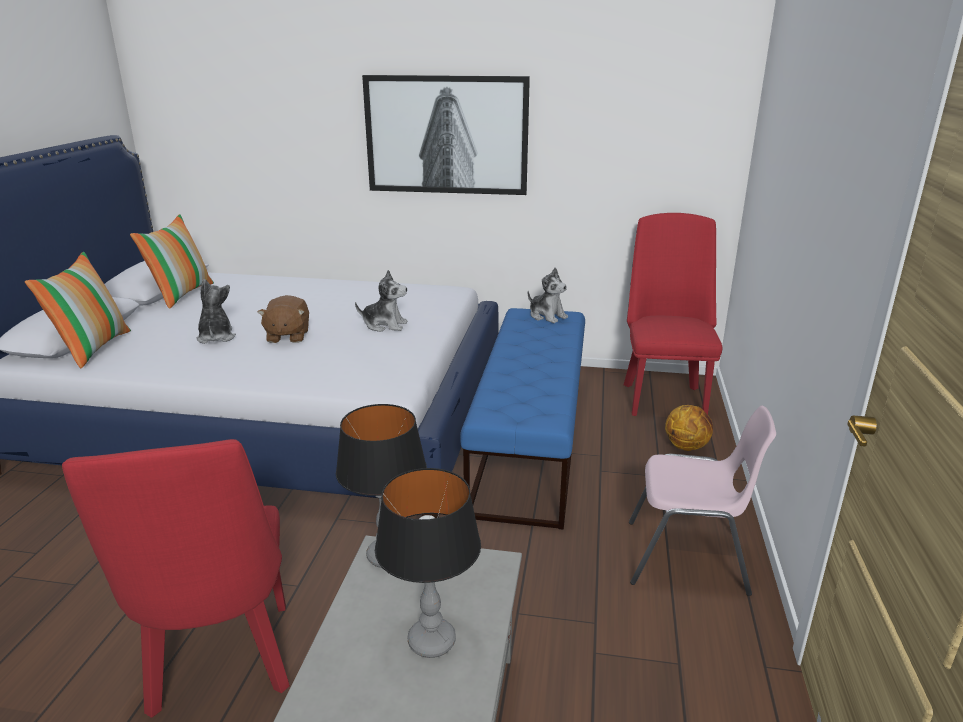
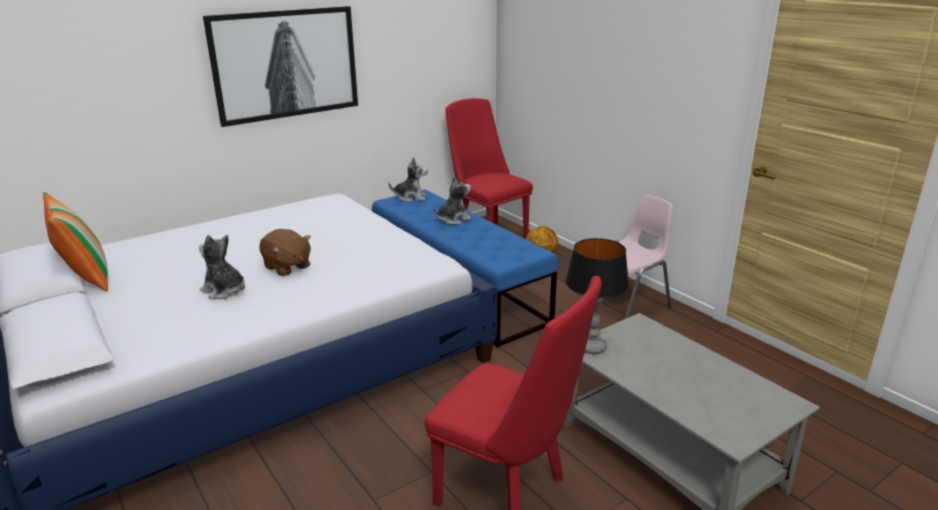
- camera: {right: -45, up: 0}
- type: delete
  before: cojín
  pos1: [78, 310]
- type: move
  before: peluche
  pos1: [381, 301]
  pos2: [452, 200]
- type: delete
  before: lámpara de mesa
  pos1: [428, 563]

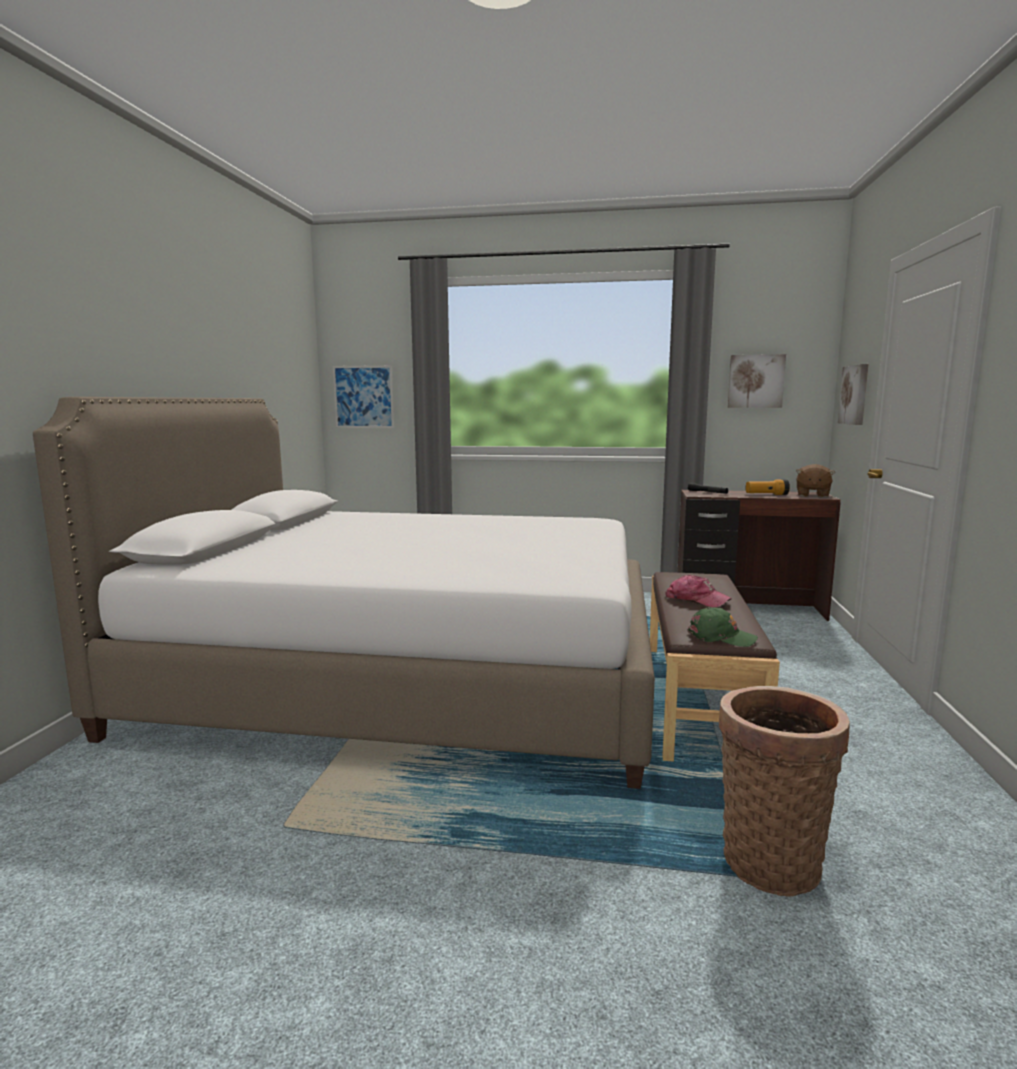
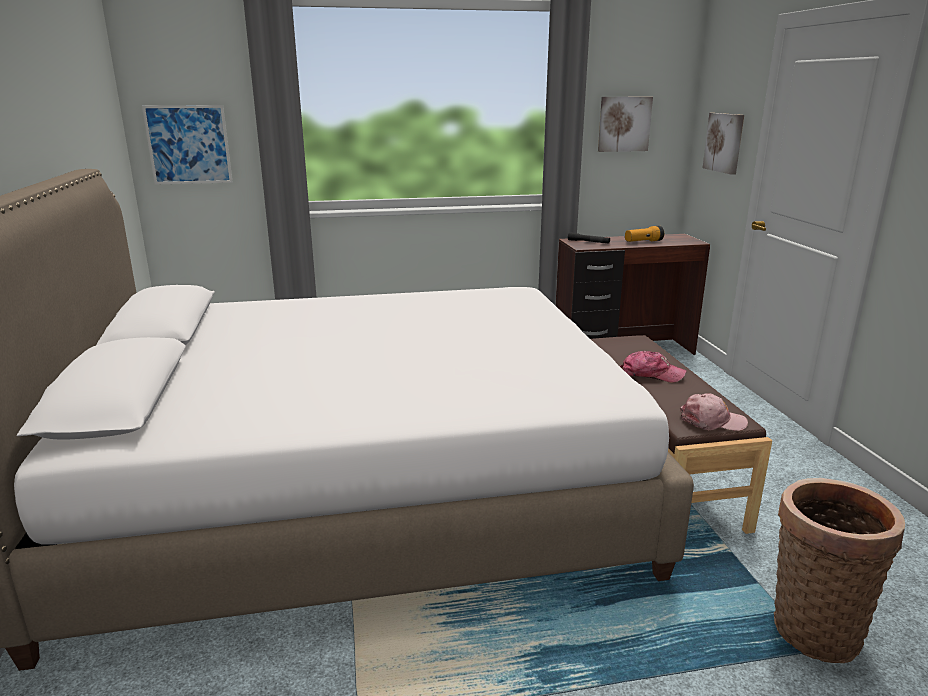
- camera: {right: -20, up: 10}
- type: delete
  before: peluche/marrón
  pos1: [815, 481]
- type: recolor
  before: gorra/verde
  after: gorra/rosa
  pos1: [722, 627]
  pos2: [714, 412]

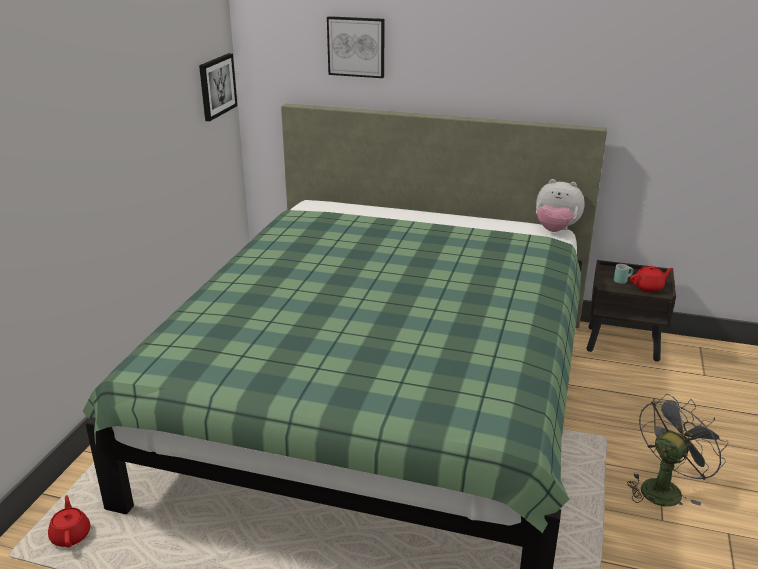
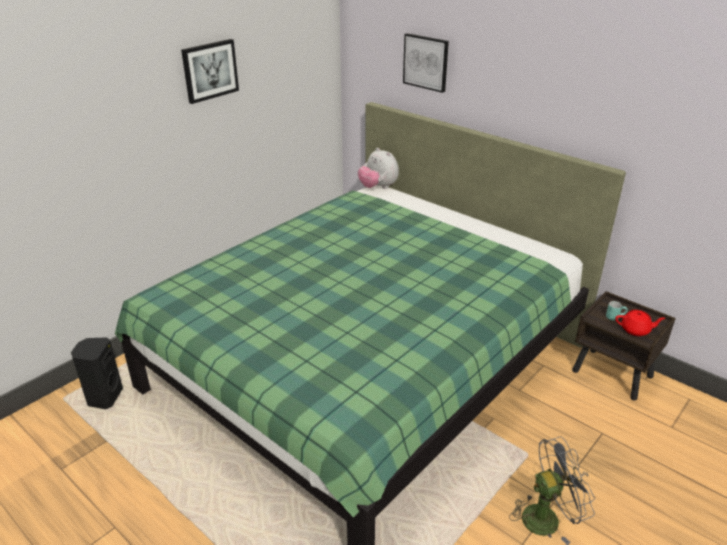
- camera: {right: 25, up: 5}
- type: move
  before: cuadro
  pos1: [218, 87]
  pos2: [210, 71]
- type: move
  before: peluche
  pos1: [560, 205]
  pos2: [378, 168]
- type: replace
  before: tetera/rojo
  after: altavoz/negro
  pos1: [69, 521]
  pos2: [97, 373]

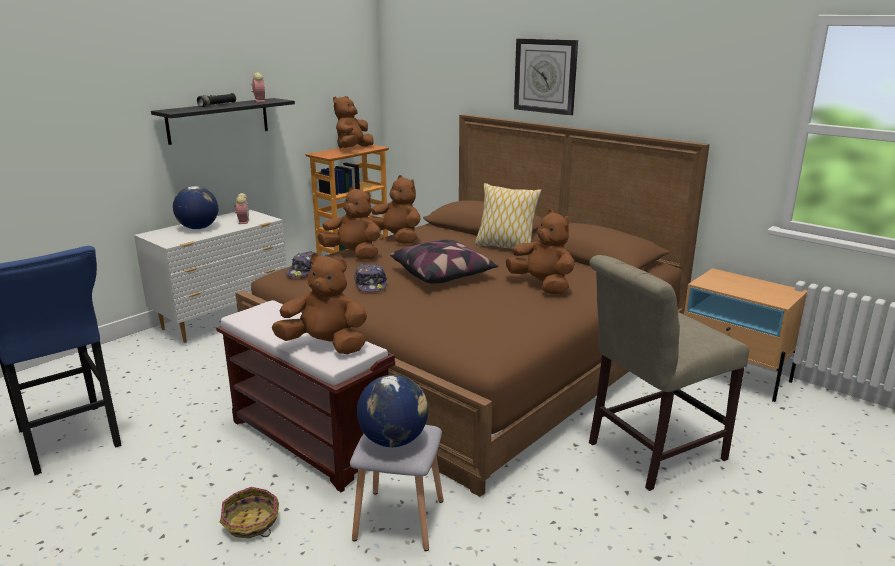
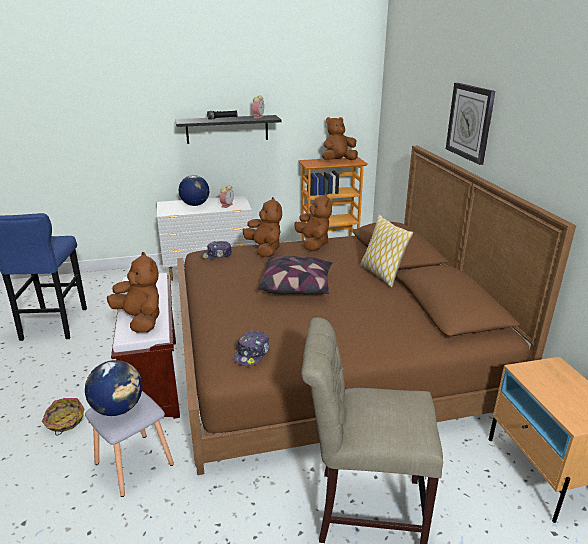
- camera: {right: 35, up: 5}
- type: delete
  before: peluche/marrón
  pos1: [540, 251]
- type: move
  before: gorra
  pos1: [370, 278]
  pos2: [251, 348]

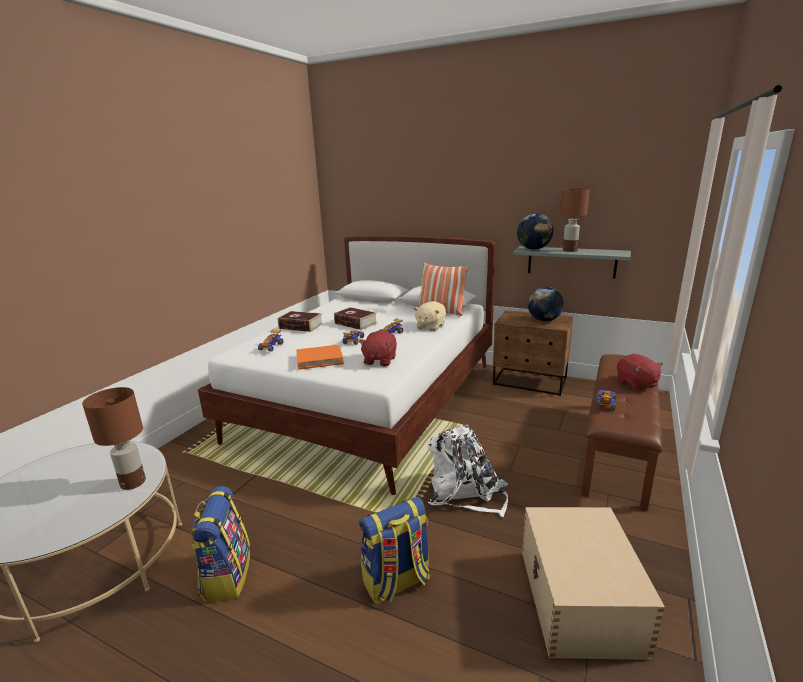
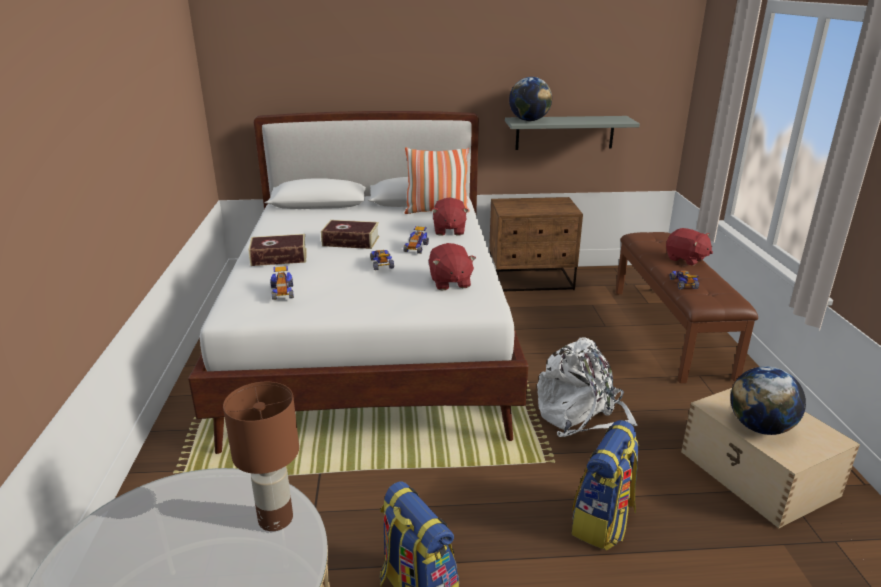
- camera: {right: -30, up: 5}
- type: delete
  before: lámpara de mesa/marrón
  pos1: [575, 220]
- type: move
  before: globo terráqueo
  pos1: [546, 304]
  pos2: [768, 400]
- type: recolor
  before: peluche/beis
  after: peluche/rojo
  pos1: [429, 316]
  pos2: [450, 216]
- type: delete
  before: libro/naranja
  pos1: [320, 357]

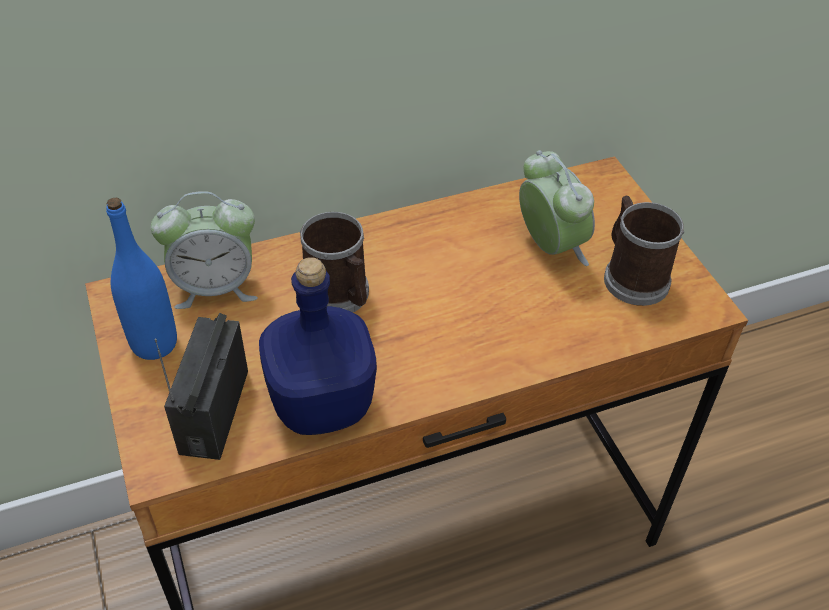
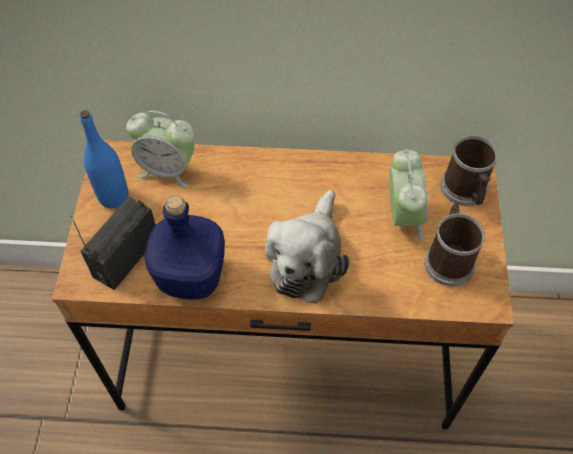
- camera: {right: 25, up: 10}
- type: move
  before: taza grande
  pos1: [334, 262]
  pos2: [469, 170]
- type: insert
  after: peluche
  pos2: [307, 247]

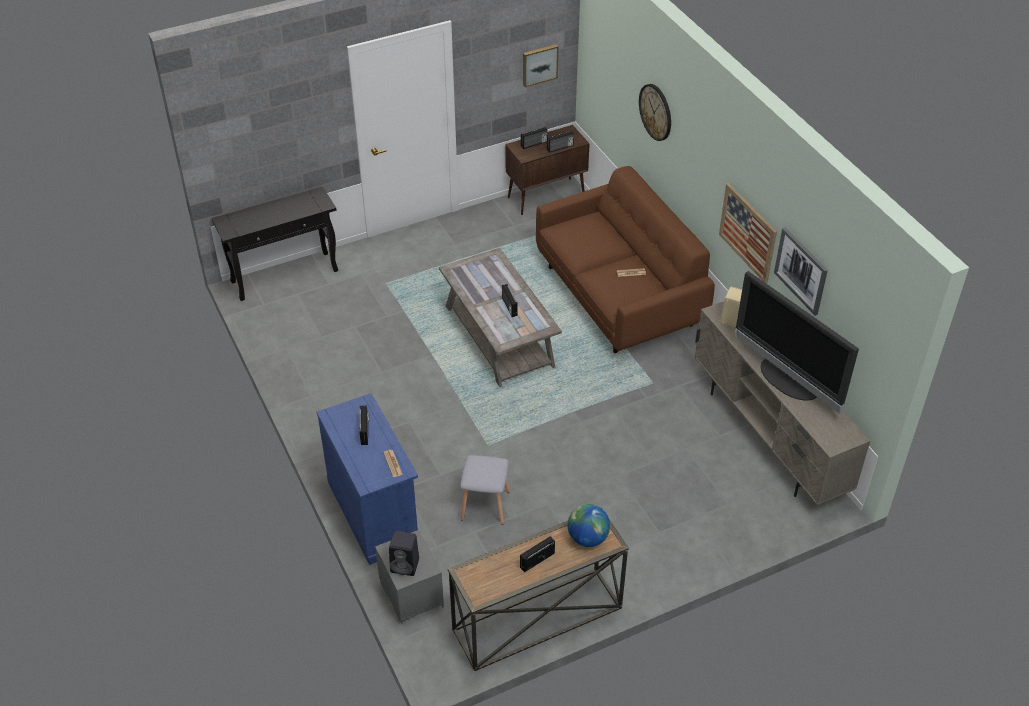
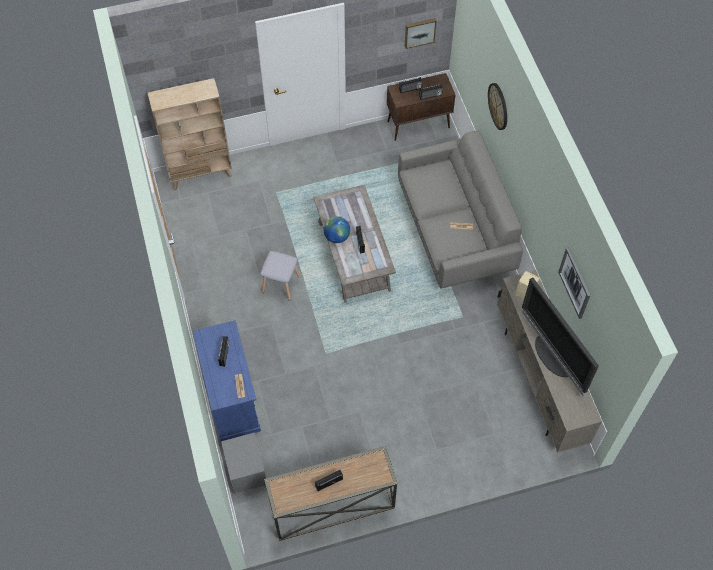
- camera: {right: 10, up: 15}
- type: recolor
  before: sofá/marrón
  after: sofá/gris
  pos1: [625, 259]
  pos2: [460, 210]
- type: delete
  before: cuadro
  pos1: [748, 233]
- type: replace
  before: mesa consola/negro
  after: estantería/beis
  pos1: [275, 243]
  pos2: [189, 134]
- type: move
  before: taburete/gris
  pos1: [485, 490]
  pos2: [280, 276]
- type: move
  before: globo terráqueo
  pos1: [589, 525]
  pos2: [337, 229]
- type: delete
  before: altavoz/negro
  pos1: [404, 553]

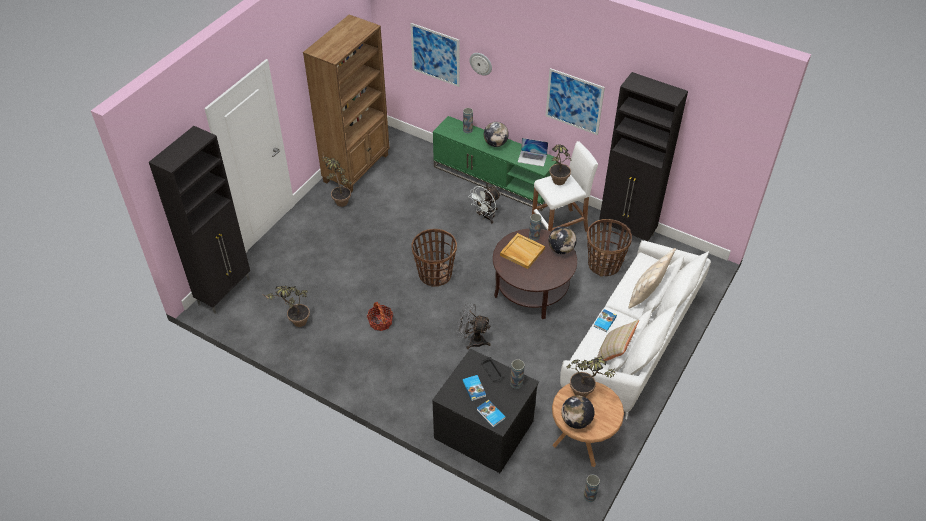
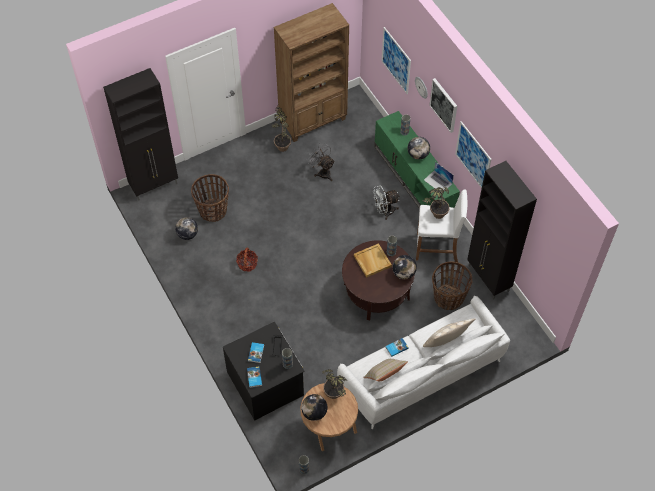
- camera: {right: 30, up: 10}
- type: move
  before: cesta
  pos1: [434, 258]
  pos2: [210, 198]
- type: replace
  before: planta en maceta
  after: globo terráqueo
  pos1: [285, 306]
  pos2: [186, 228]
- type: move
  before: ventilador/gris
  pos1: [473, 326]
  pos2: [321, 162]
- type: insert
  after: cuadro
  pos2: [443, 105]

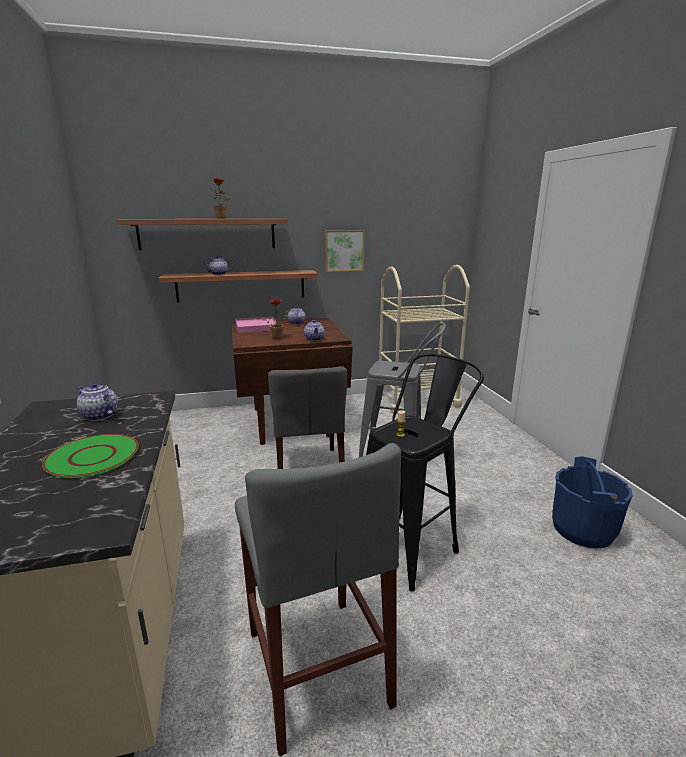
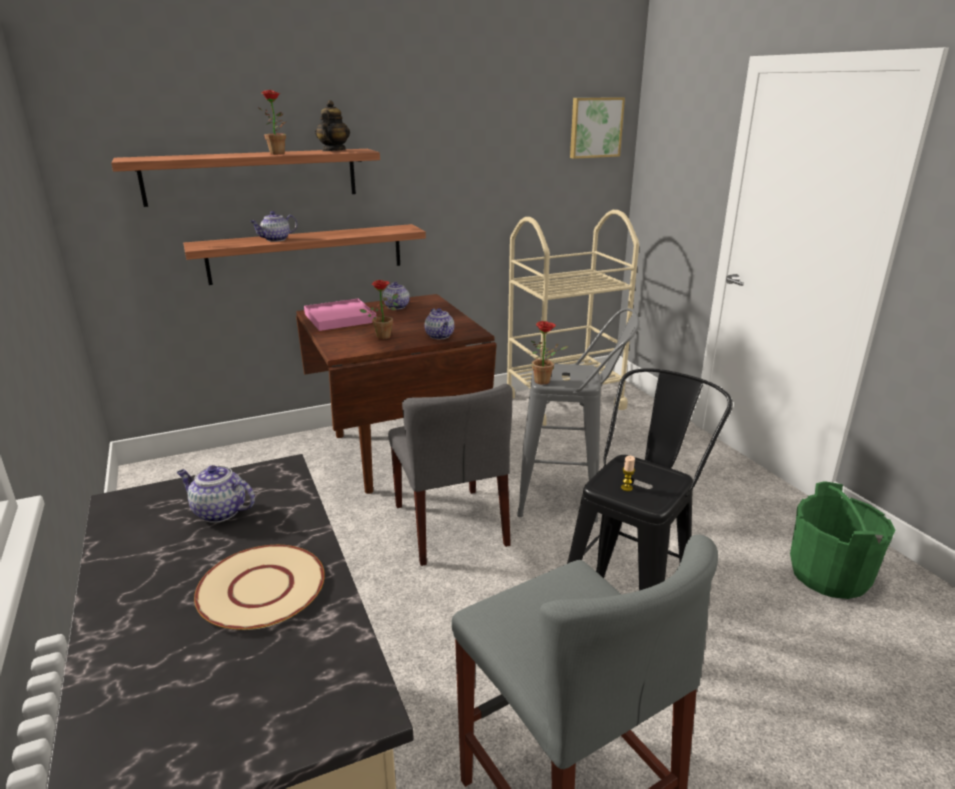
- camera: {right: -10, up: 5}
- type: move
  before: cuadro
  pos1: [345, 251]
  pos2: [597, 128]
- type: recolor
  before: plato/verde
  after: plato/beis
  pos1: [90, 456]
  pos2: [259, 587]
- type: recolor
  before: cubo/azul
  after: cubo/verde
  pos1: [592, 502]
  pos2: [842, 540]
- type: insert
  after: tetera
  pos2: [332, 125]
- type: insert
  after: planta en maceta
  pos2: [549, 353]

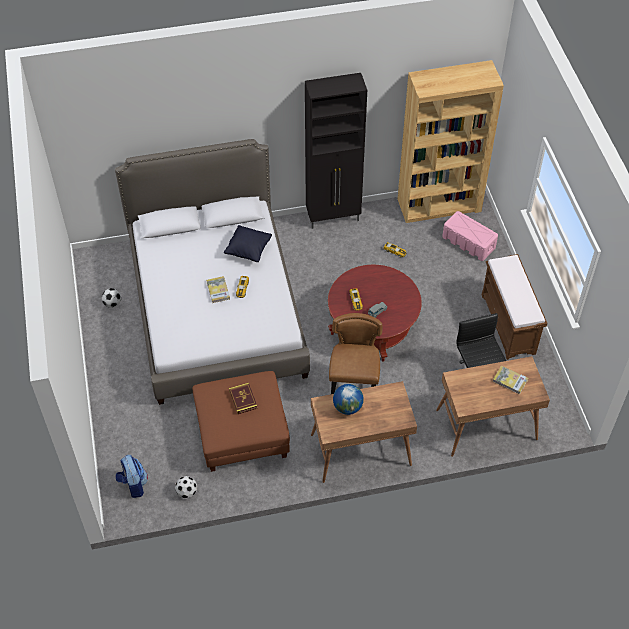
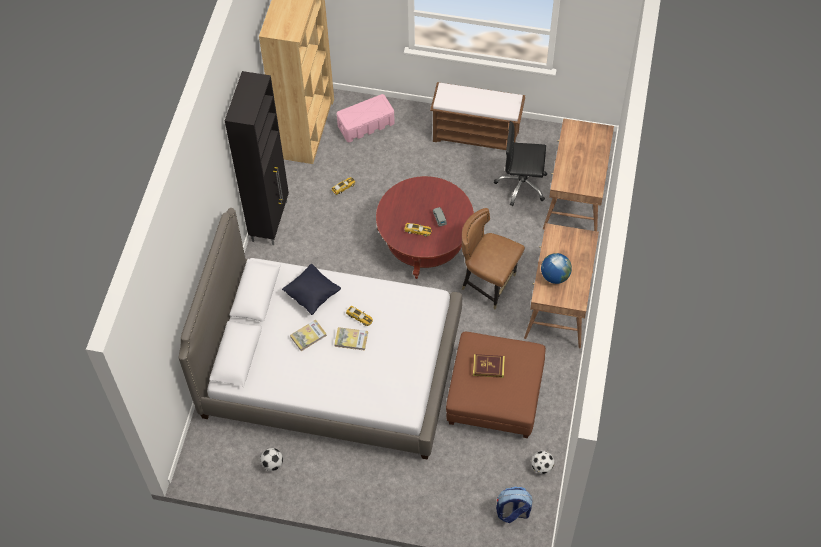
- camera: {right: -65, up: 5}
- type: move
  before: libro
  pos1: [510, 380]
  pos2: [308, 335]

